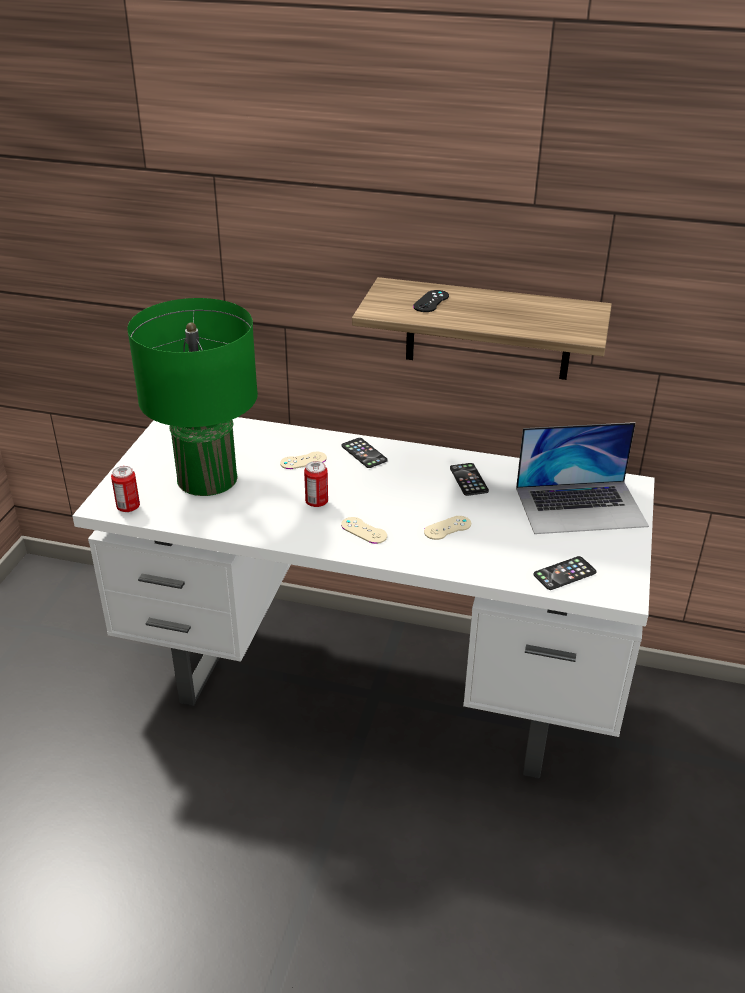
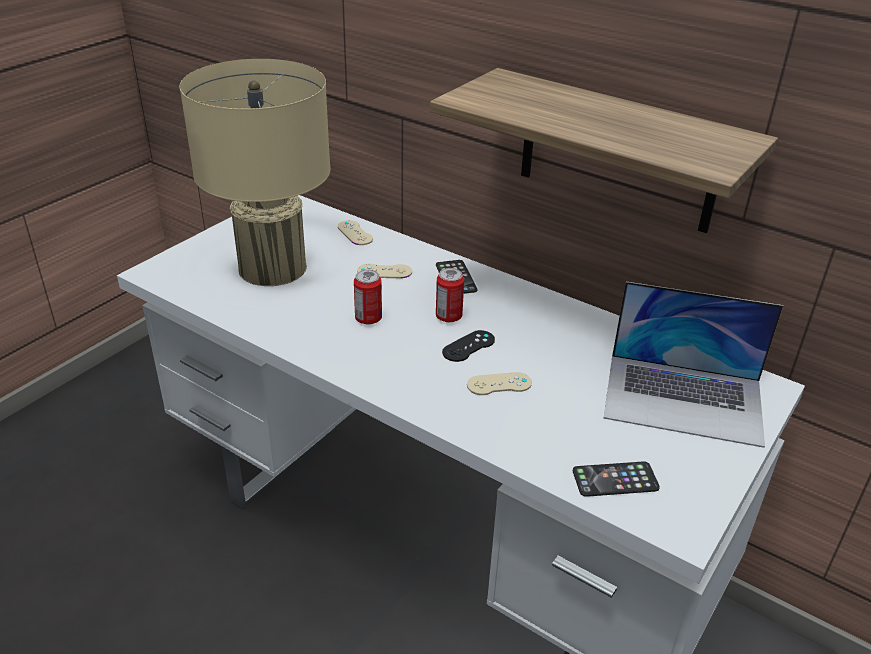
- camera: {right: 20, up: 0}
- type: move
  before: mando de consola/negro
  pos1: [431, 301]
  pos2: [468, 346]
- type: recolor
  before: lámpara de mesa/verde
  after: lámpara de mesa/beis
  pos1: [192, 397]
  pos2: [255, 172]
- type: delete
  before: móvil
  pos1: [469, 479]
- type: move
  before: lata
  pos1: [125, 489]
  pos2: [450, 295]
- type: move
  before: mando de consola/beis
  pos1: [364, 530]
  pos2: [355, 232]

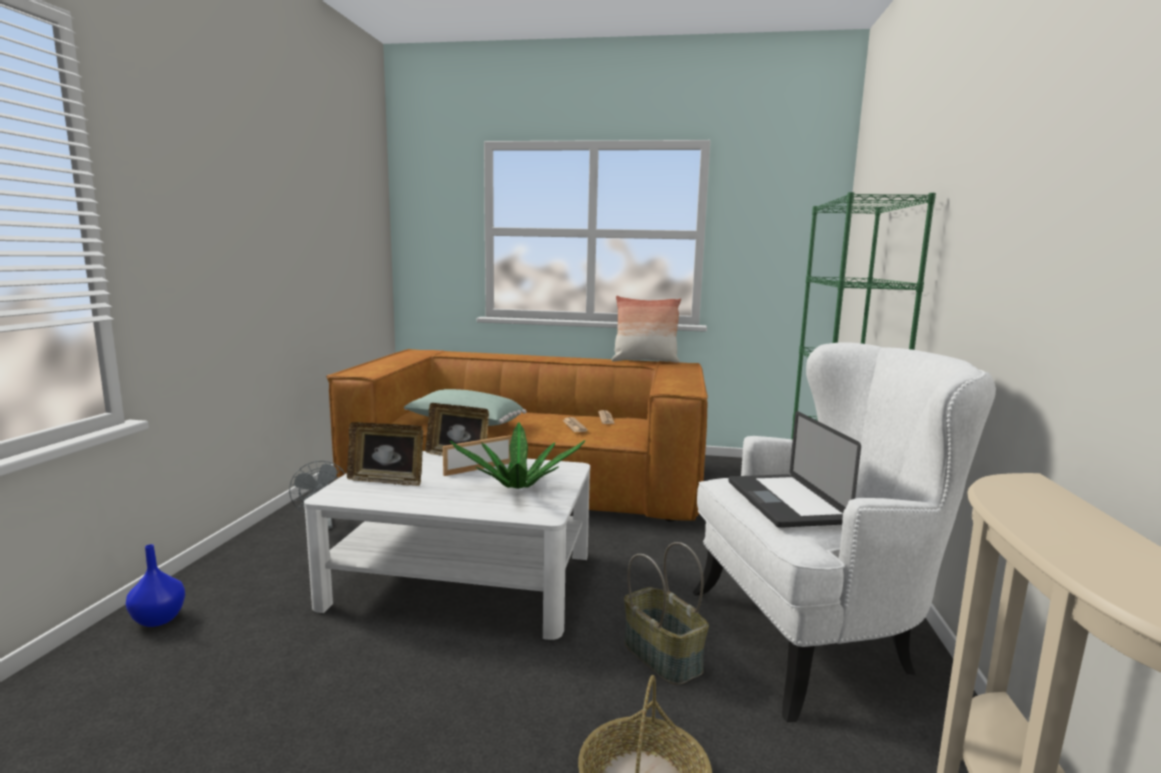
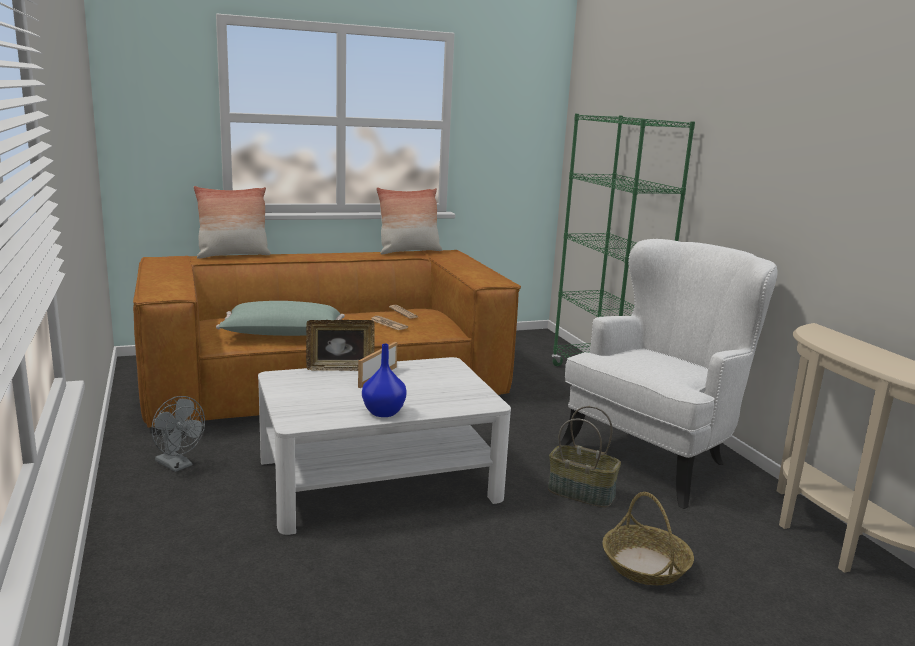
- camera: {right: -30, up: 5}
- type: delete
  before: portátil
  pos1: [794, 469]
- type: delete
  before: portarretratos
  pos1: [385, 454]
- type: delete
  before: planta en maceta
  pos1: [517, 455]
- type: move
  before: florero/azul
  pos1: [155, 585]
  pos2: [384, 380]
- type: insert
  after: cojín
  pos2: [232, 222]

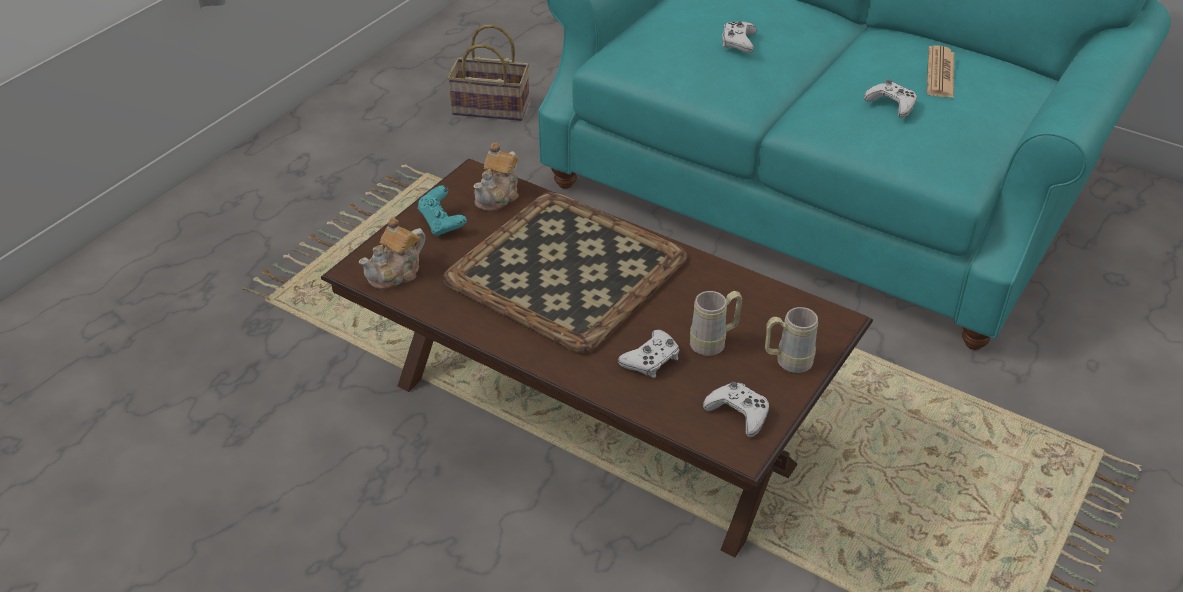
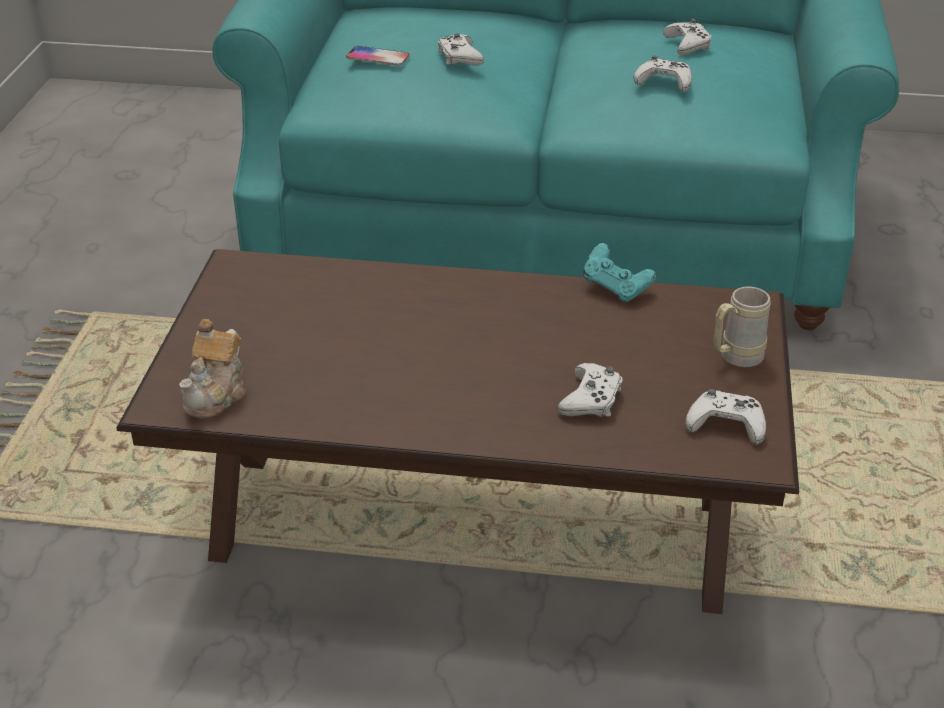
- camera: {right: -25, up: -5}
- type: delete
  before: cesta
  pos1: [488, 72]
- type: replace
  before: periódico
  after: mando de consola/blanco
  pos1: [940, 72]
  pos2: [687, 37]
- type: delete
  before: tetera
  pos1: [496, 177]
- type: move
  before: mando de consola/turquesa
  pos1: [442, 210]
  pos2: [619, 272]
- type: delete
  before: bandeja
  pos1: [565, 272]
- type: delete
  before: taza grande/beis
  pos1: [716, 323]
- type: insert
  after: móvil
  pos2: [378, 56]

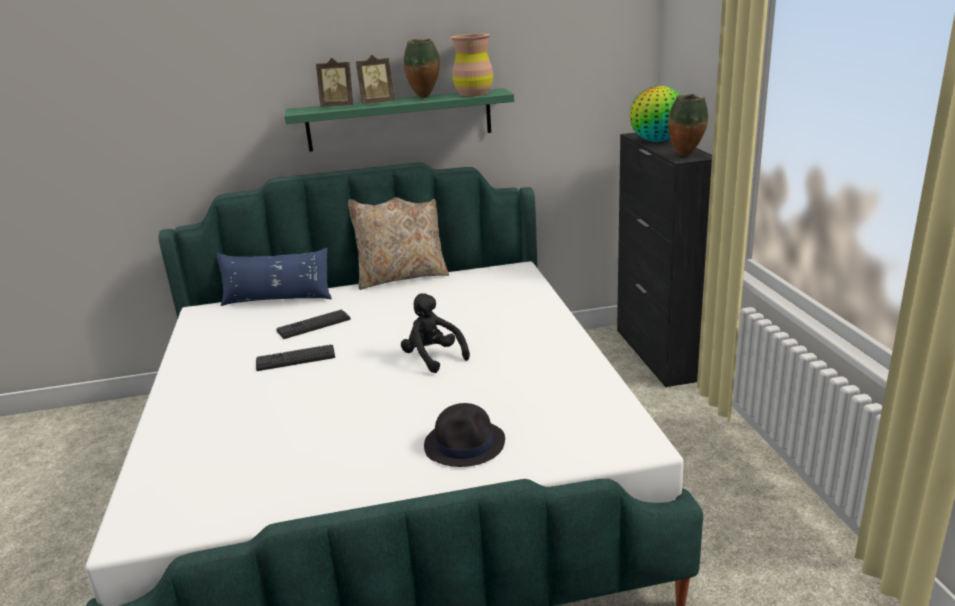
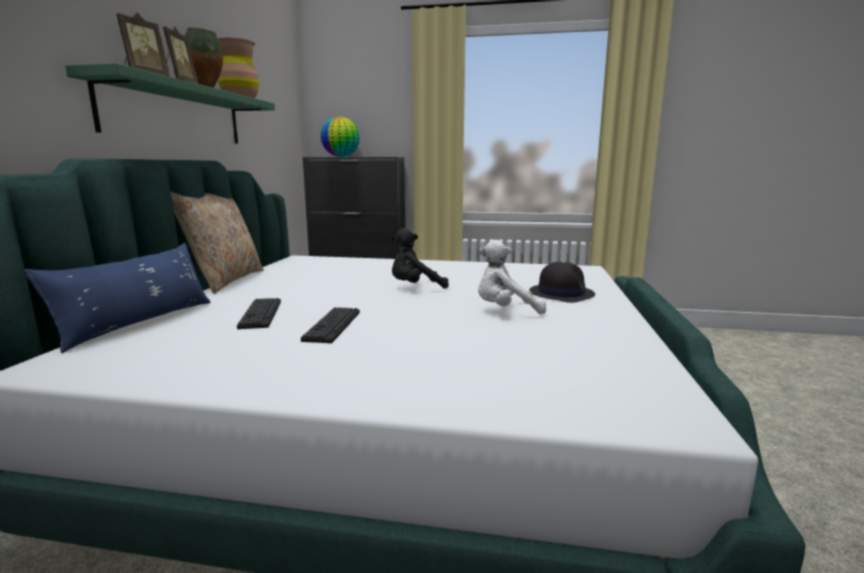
- camera: {right: -70, up: -10}
- type: delete
  before: florero
  pos1: [688, 125]
- type: insert
  after: peluche/blanco
  pos2: [512, 277]

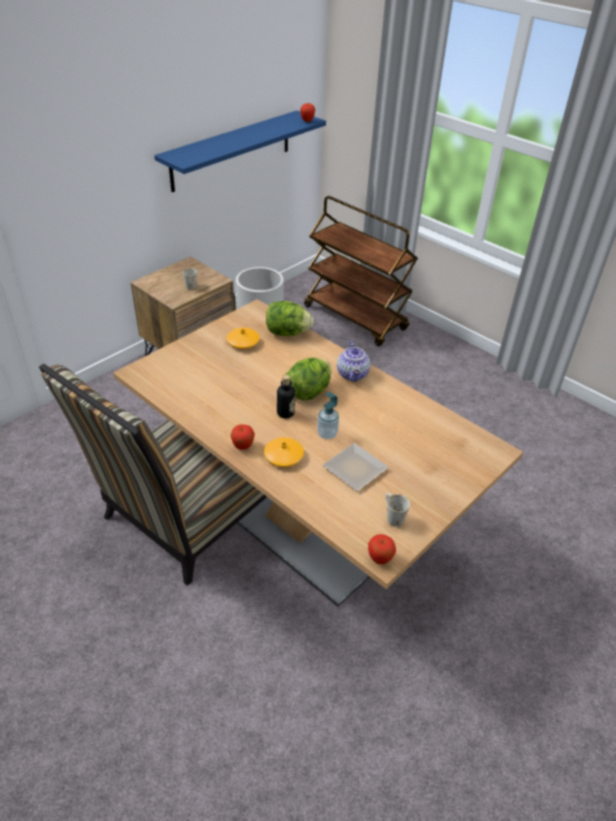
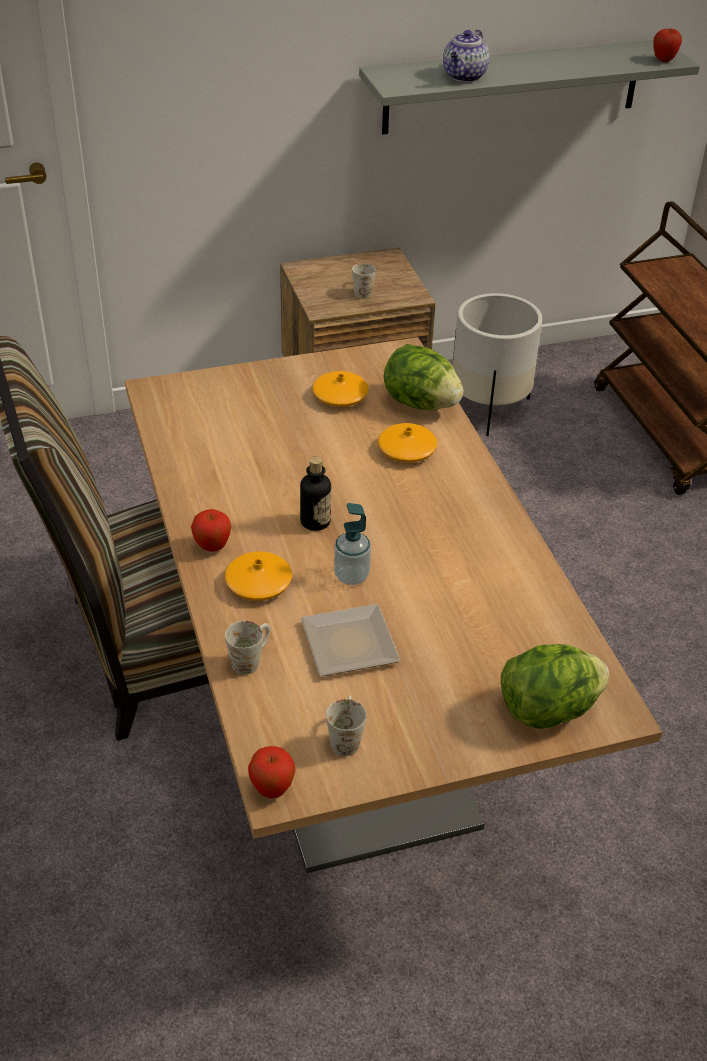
- camera: {right: 30, up: 0}
- type: recolor
  before: estante/azul
  after: estante/gris
  pos1: [240, 151]
  pos2: [529, 87]
- type: move
  before: tetera
  pos1: [353, 361]
  pos2: [466, 56]
- type: move
  before: lechuga
  pos1: [308, 379]
  pos2: [555, 686]
- type: insert
  after: florero/naranja
  pos2: [407, 443]
- type: insert
  after: taza grande/blanco
  pos2: [248, 648]

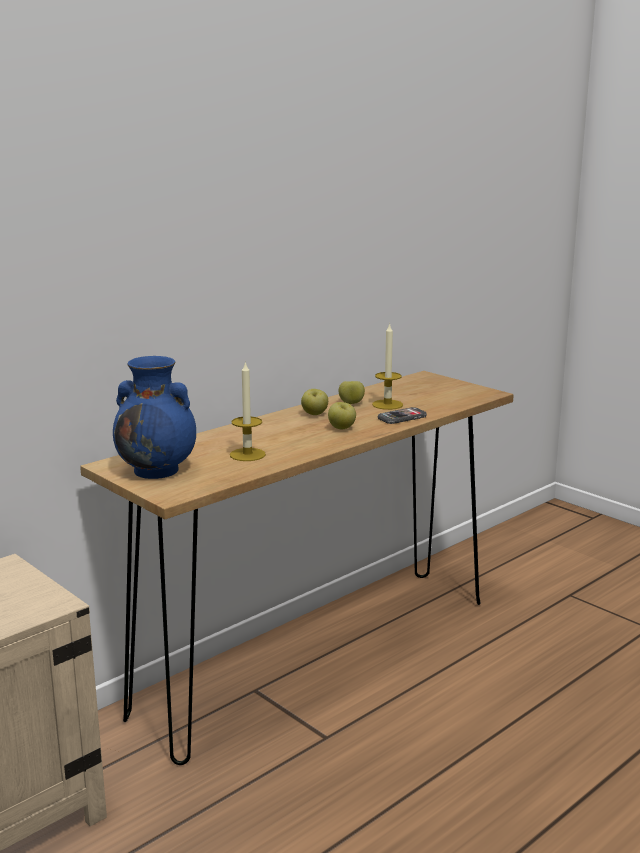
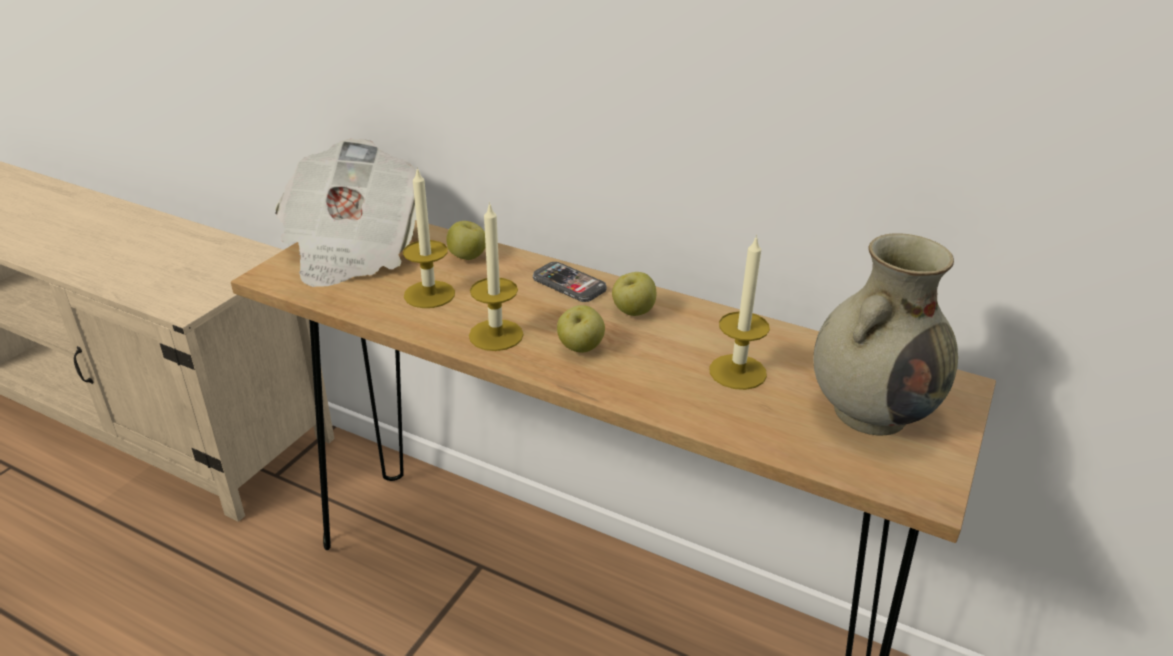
- camera: {right: 70, up: 15}
- type: replace
  before: florero/azul
  after: periódico
  pos1: [154, 417]
  pos2: [345, 213]
- type: move
  before: manzana
  pos1: [352, 392]
  pos2: [466, 240]
- type: move
  before: móvil
  pos1: [402, 415]
  pos2: [570, 282]
- type: insert
  after: vela
  pos2: [496, 276]
- type: insert
  after: florero/beis
  pos2: [885, 334]

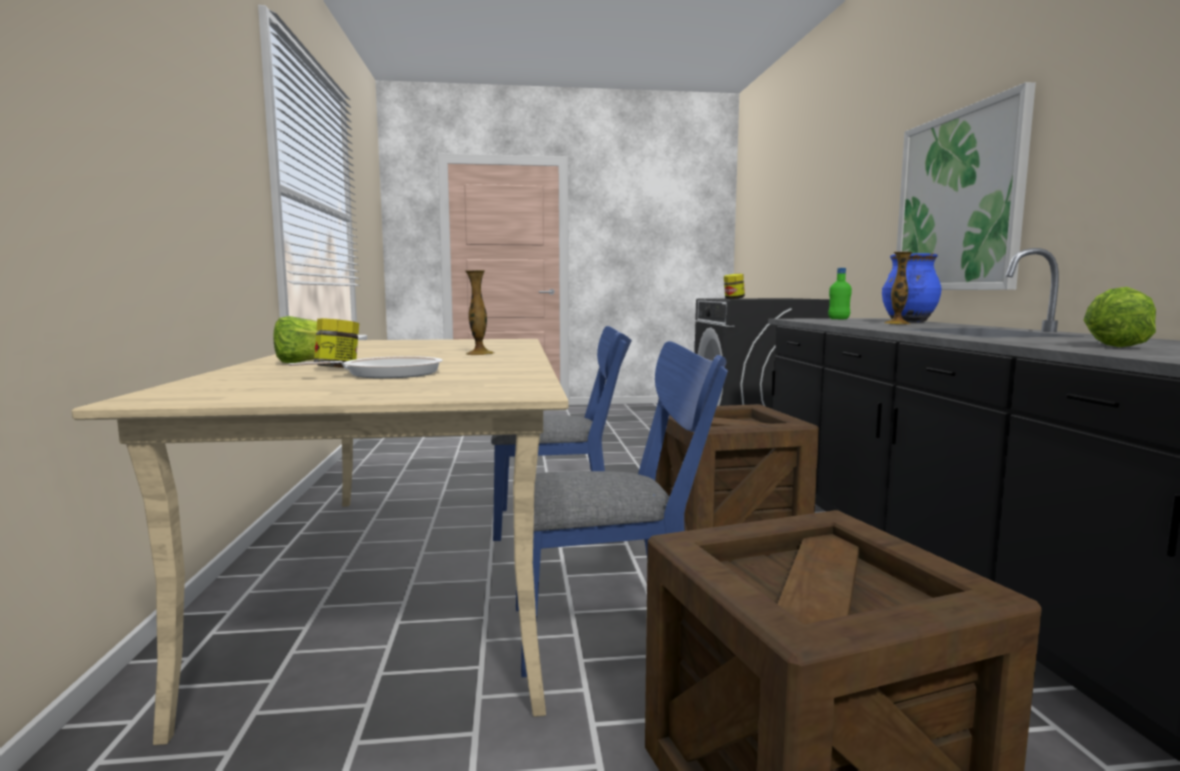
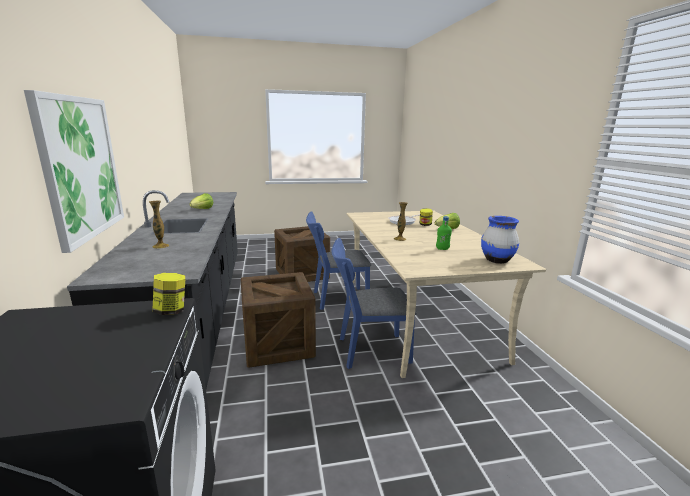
- camera: {right: 175, up: 10}
- type: move
  before: florero/azul
  pos1: [912, 287]
  pos2: [500, 240]
- type: move
  before: botella/verde
  pos1: [840, 293]
  pos2: [444, 233]

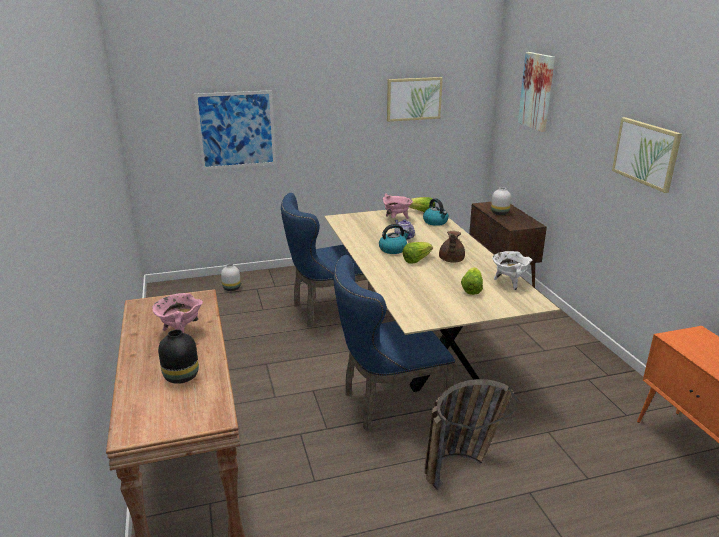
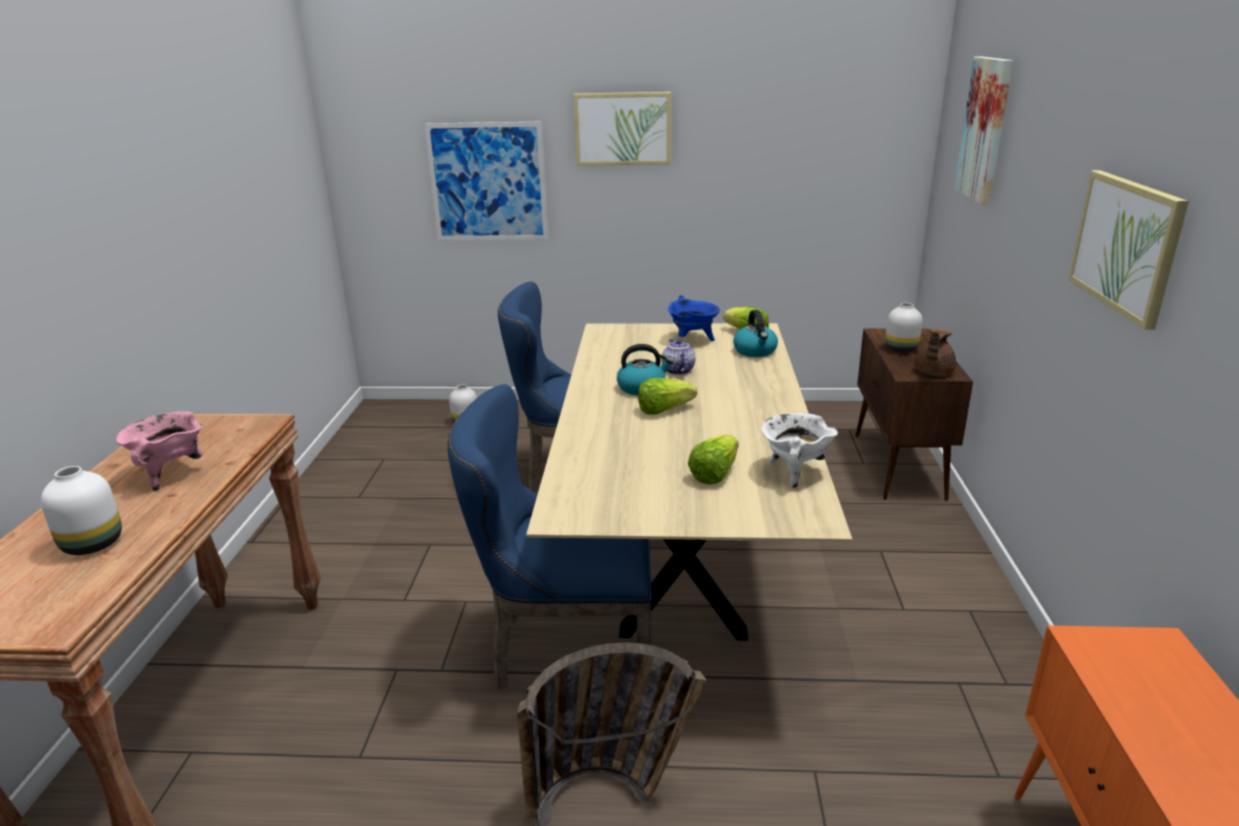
- camera: {right: 20, up: 0}
- type: move
  before: cuadro
  pos1: [415, 99]
  pos2: [622, 129]
- type: recolor
  before: olla/rosa
  after: olla/azul
  pos1: [397, 206]
  pos2: [694, 318]
- type: move
  before: tetera/marrón
  pos1: [452, 246]
  pos2: [935, 352]
- type: recolor
  before: florero/negro
  after: florero/blanco
  pos1: [178, 357]
  pos2: [81, 510]

